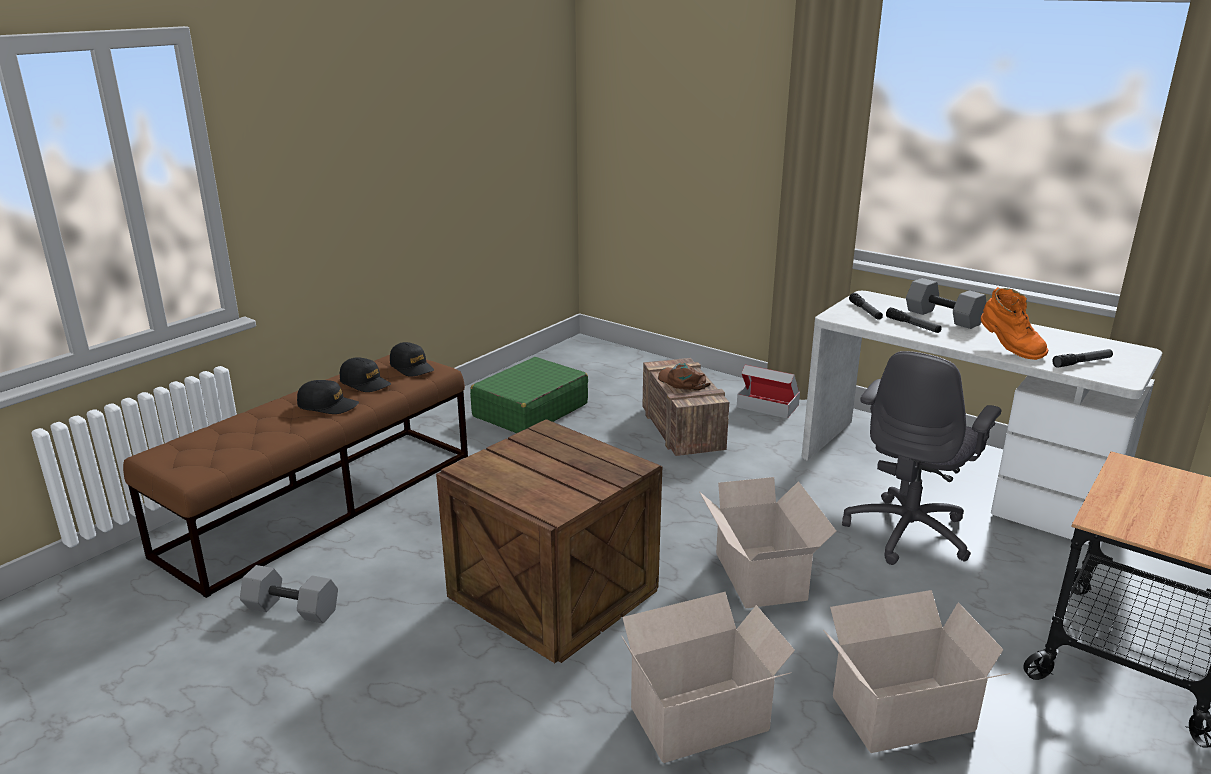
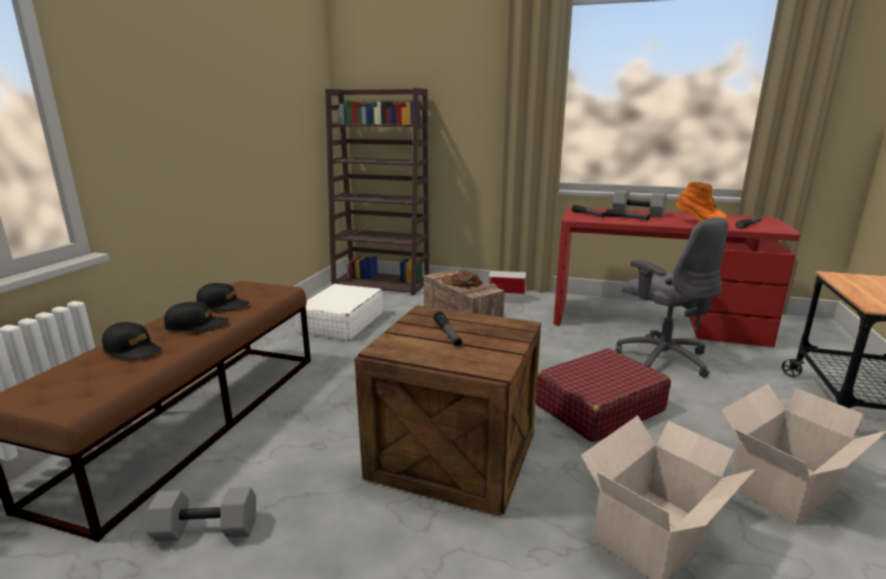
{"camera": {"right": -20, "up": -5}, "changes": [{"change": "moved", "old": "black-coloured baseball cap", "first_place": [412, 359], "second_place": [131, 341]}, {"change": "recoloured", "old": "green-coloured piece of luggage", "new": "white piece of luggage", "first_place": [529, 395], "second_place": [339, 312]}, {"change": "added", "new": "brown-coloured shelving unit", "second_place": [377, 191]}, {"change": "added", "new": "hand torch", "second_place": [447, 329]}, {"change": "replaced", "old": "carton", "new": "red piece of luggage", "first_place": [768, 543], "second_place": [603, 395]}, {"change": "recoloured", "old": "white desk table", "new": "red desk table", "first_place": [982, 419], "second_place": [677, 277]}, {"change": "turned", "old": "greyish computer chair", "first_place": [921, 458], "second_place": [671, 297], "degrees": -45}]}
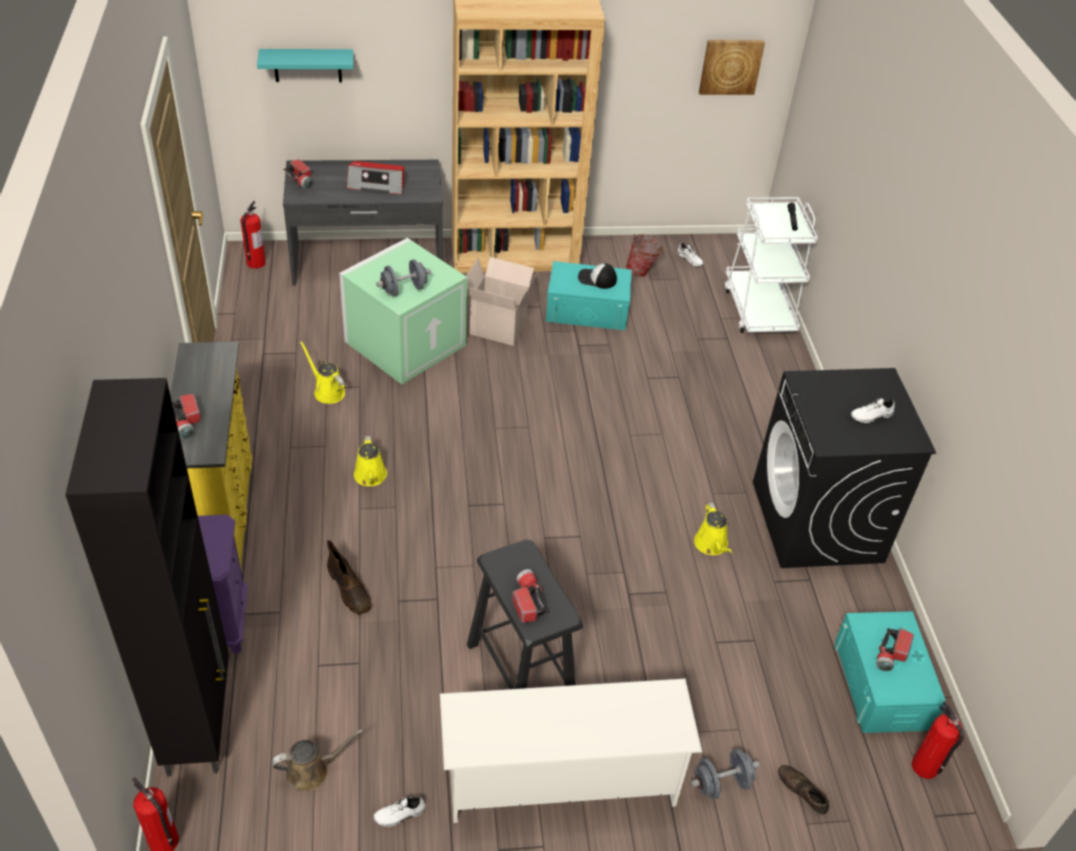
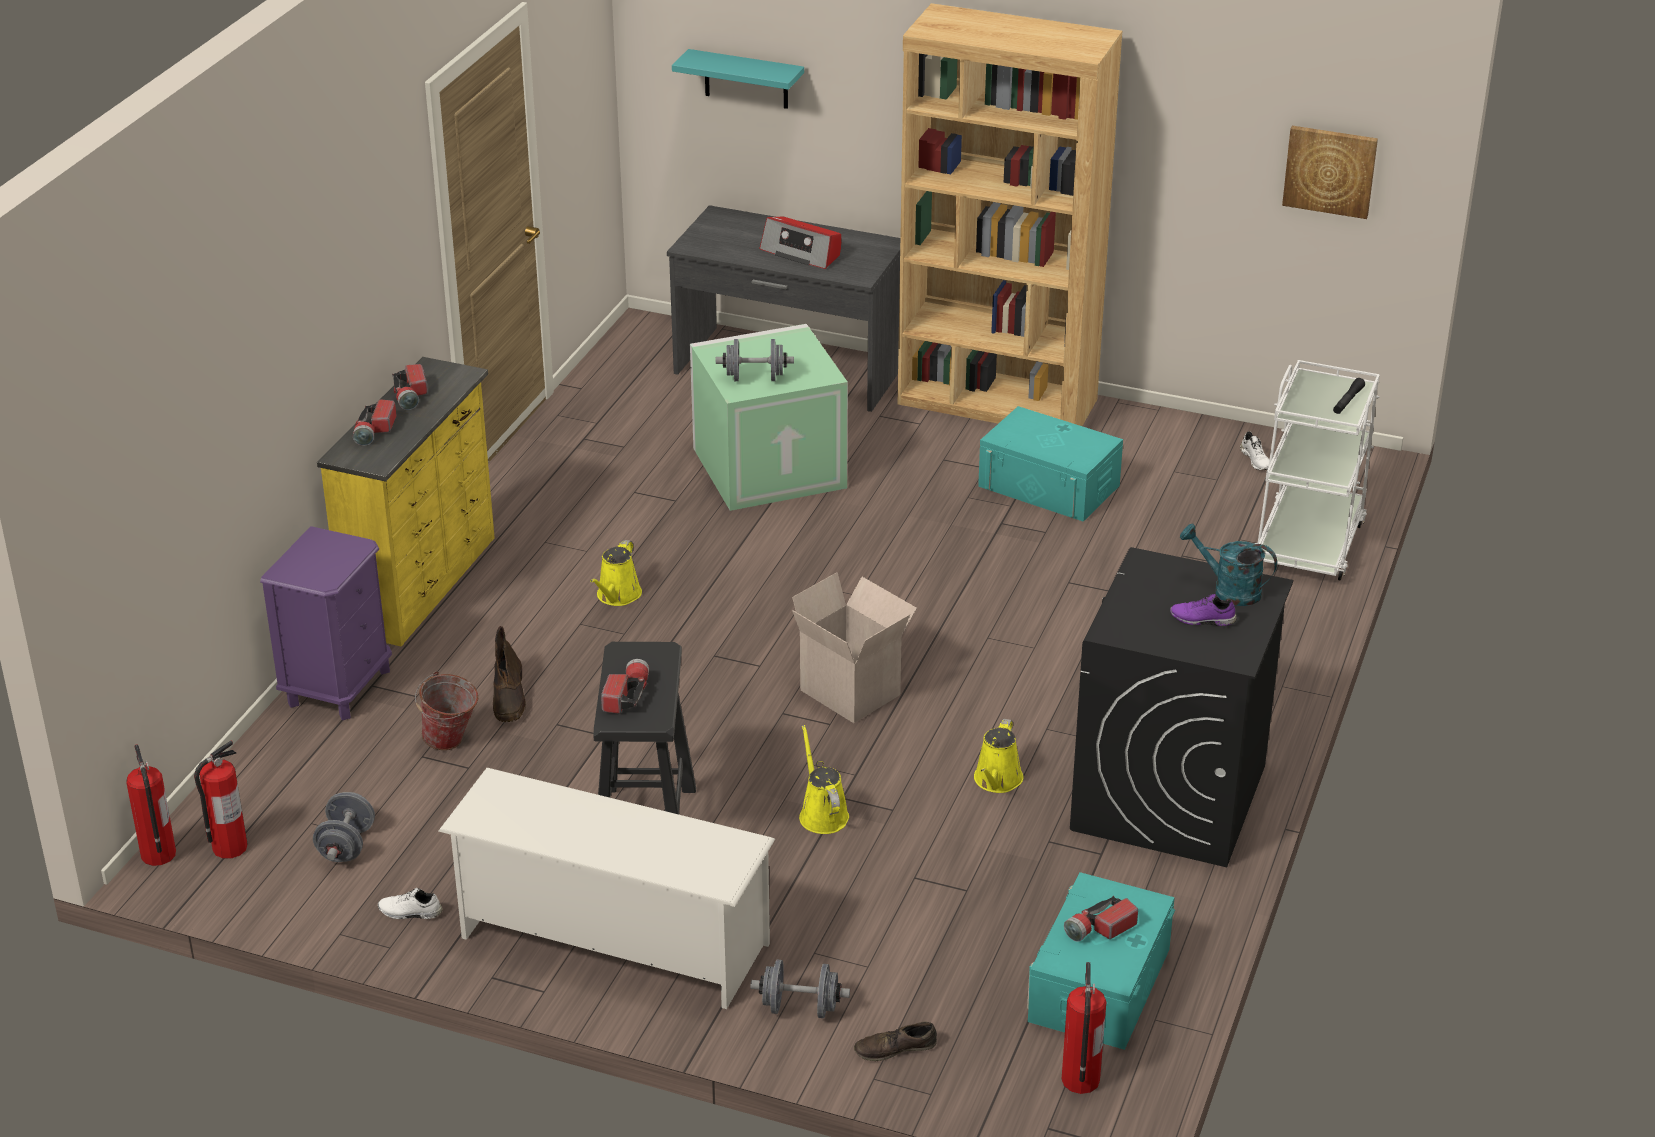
{"camera": {"right": 30, "up": -10}, "changes": [{"change": "moved", "old": "fire-fighting cylinder", "first_place": [253, 235], "second_place": [221, 799]}, {"change": "replaced", "old": "brown-coloured watering can", "new": "greyish hand weight", "first_place": [317, 760], "second_place": [344, 827]}, {"change": "moved", "old": "hand torch", "first_place": [298, 174], "second_place": [410, 387]}, {"change": "moved", "old": "pail", "first_place": [644, 255], "second_place": [446, 710]}, {"change": "moved", "old": "carton", "first_place": [501, 301], "second_place": [854, 647]}, {"change": "moved", "old": "yellow-coloured watering can", "first_place": [322, 372], "second_place": [824, 779]}, {"change": "turned", "old": "brown-coloured low shoe", "first_place": [803, 790], "second_place": [895, 1041], "degrees": -90}, {"change": "recoloured", "old": "white low shoe", "new": "purple low shoe", "first_place": [872, 410], "second_place": [1203, 610]}, {"change": "added", "new": "turquoise-coloured watering can", "second_place": [1228, 565]}, {"change": "removed", "old": "black-coloured cupboard", "first_place": [147, 577]}, {"change": "removed", "old": "baseball cap", "first_place": [597, 276]}]}
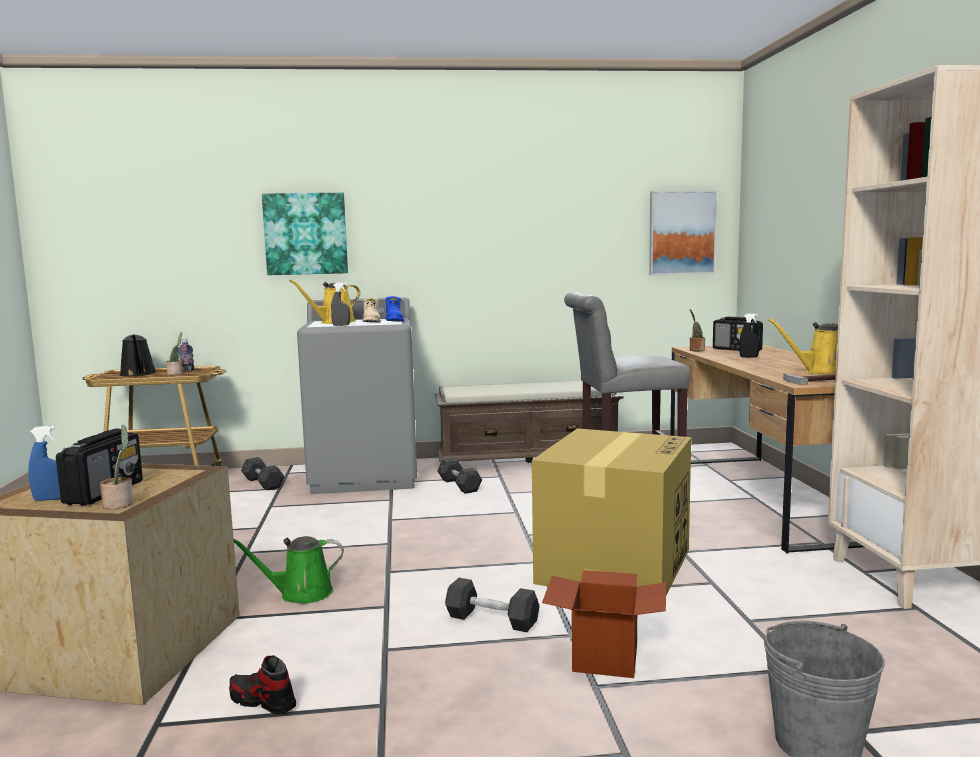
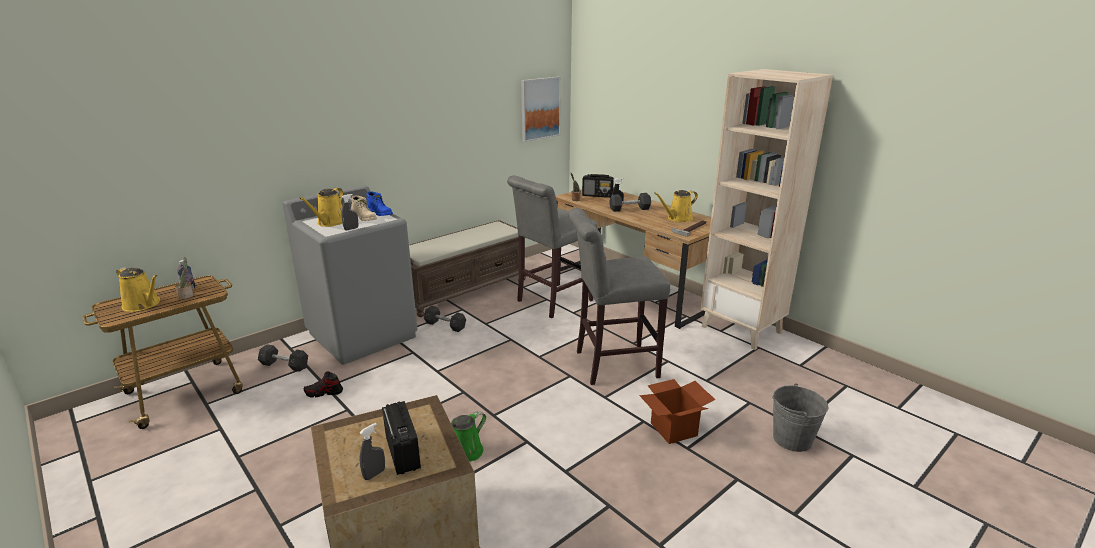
{"camera": {"right": -35, "up": 15}, "changes": [{"change": "recoloured", "old": "black-coloured watering can", "new": "yellow-coloured watering can", "first_place": [138, 355], "second_place": [138, 289]}, {"change": "moved", "old": "low shoe", "first_place": [262, 685], "second_place": [323, 384]}, {"change": "recoloured", "old": "blue-coloured hand sprayer", "new": "greyish hand sprayer", "first_place": [44, 463], "second_place": [372, 451]}, {"change": "replaced", "old": "carton", "new": "greyish sitting stool", "first_place": [611, 512], "second_place": [620, 296]}, {"change": "moved", "old": "greyish hand weight", "first_place": [492, 605], "second_place": [630, 202]}, {"change": "removed", "old": "plant in a pot", "first_place": [116, 467]}, {"change": "removed", "old": "wall picture", "first_place": [305, 234]}]}
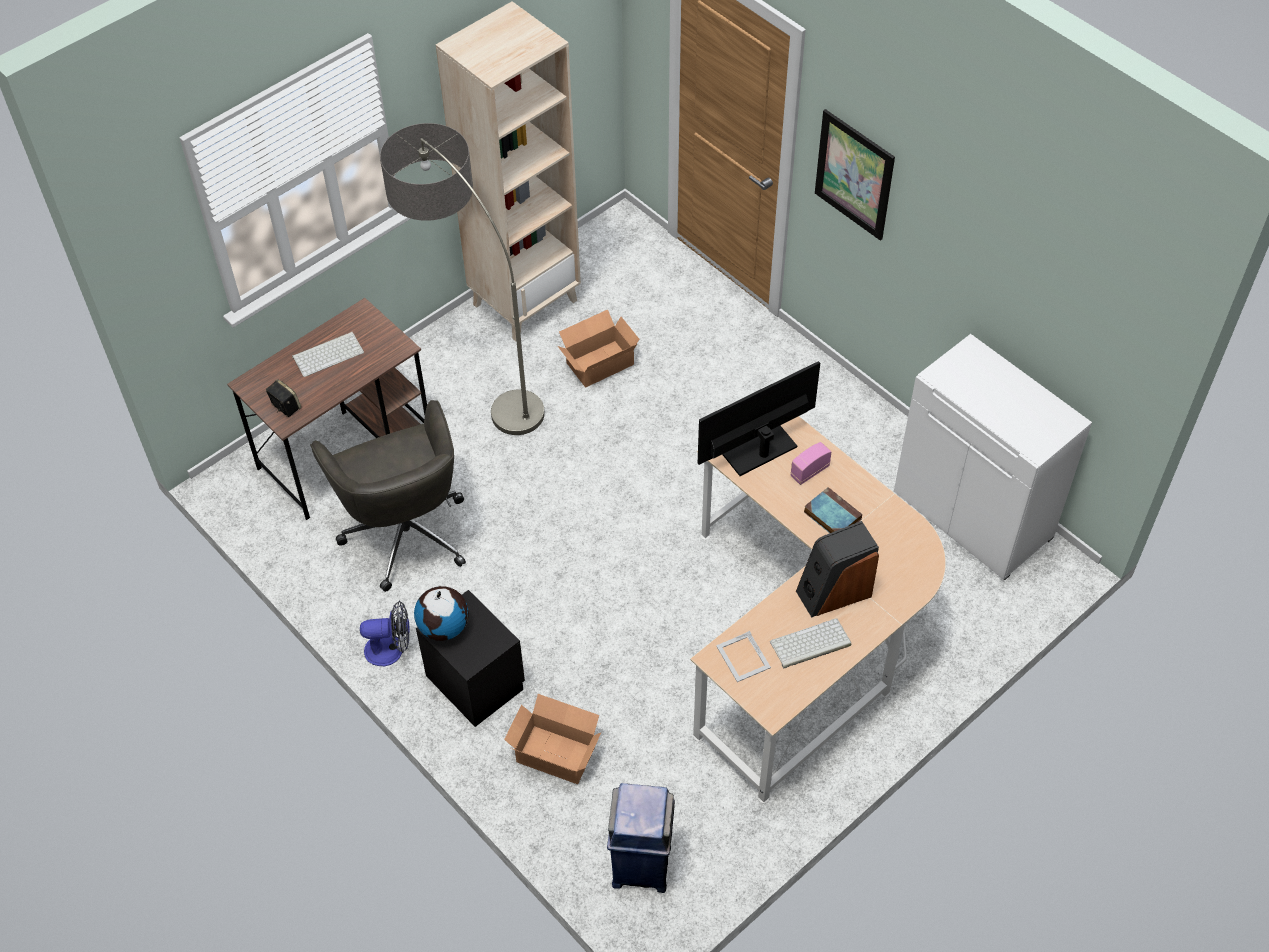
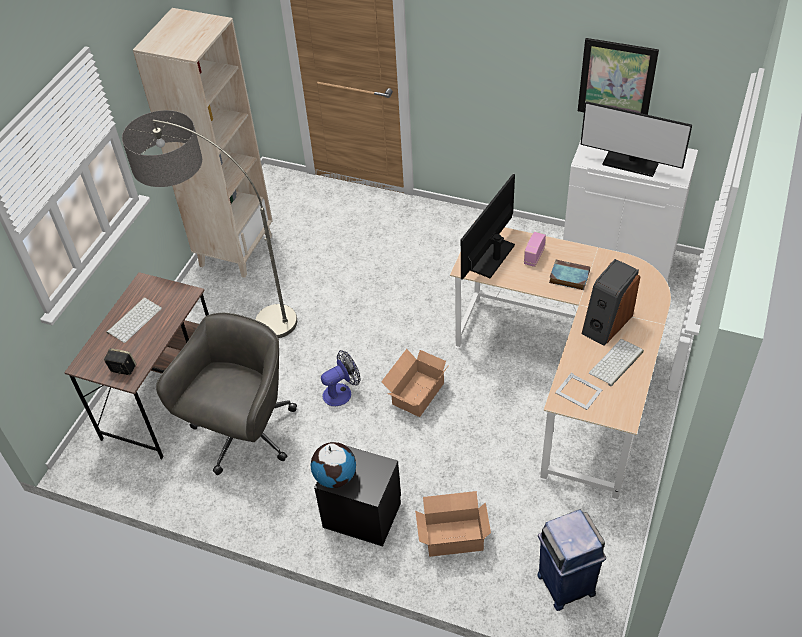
{"camera": {"right": -25, "up": -5}, "changes": [{"change": "turned", "old": "greyish computer chair", "first_place": [388, 496], "second_place": [226, 394], "degrees": -105}, {"change": "moved", "old": "cooling fan", "first_place": [385, 633], "second_place": [341, 378]}, {"change": "moved", "old": "carton", "first_place": [598, 348], "second_place": [414, 383]}, {"change": "moved", "old": "wall picture", "first_place": [855, 175], "second_place": [618, 76]}, {"change": "added", "new": "computer display", "second_place": [636, 139]}]}
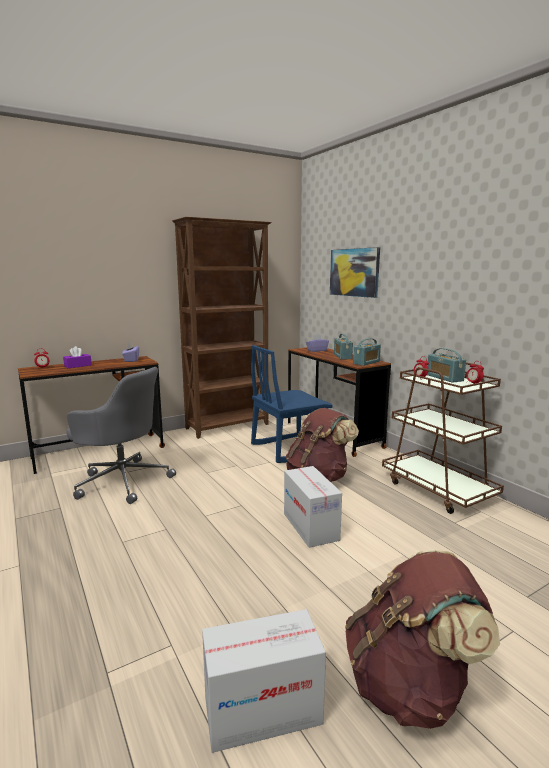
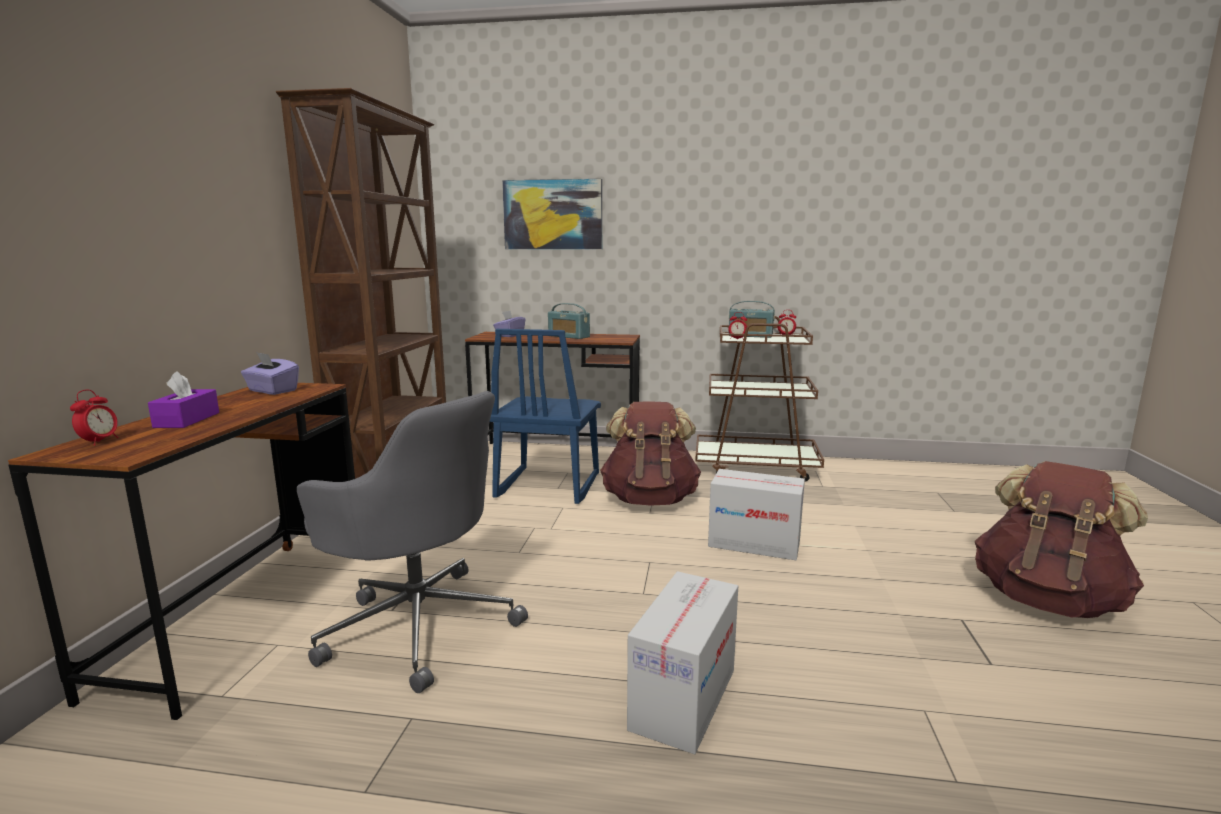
{"camera": {"right": -50, "up": 0}, "changes": [{"change": "turned", "old": "greyish computer chair", "first_place": [121, 435], "second_place": [412, 542], "degrees": 60}, {"change": "moved", "old": "carton", "first_place": [264, 681], "second_place": [682, 662]}, {"change": "removed", "old": "radio", "first_place": [367, 352]}]}
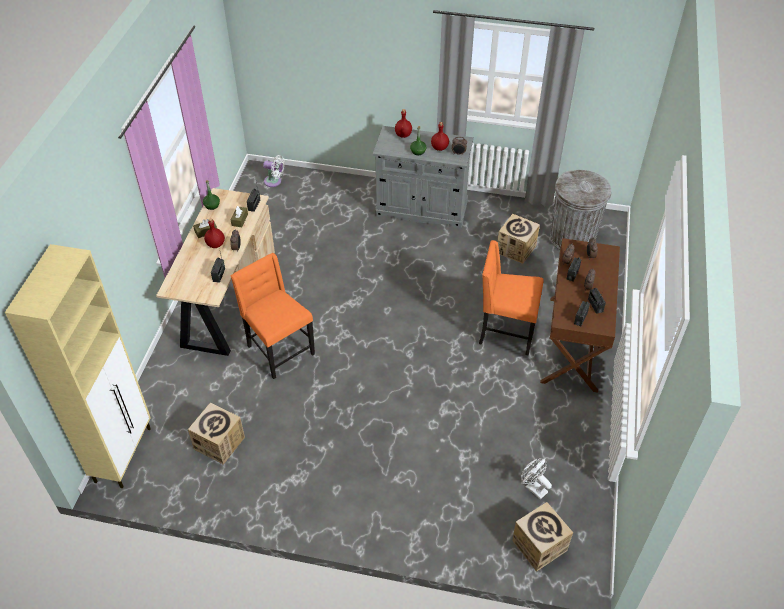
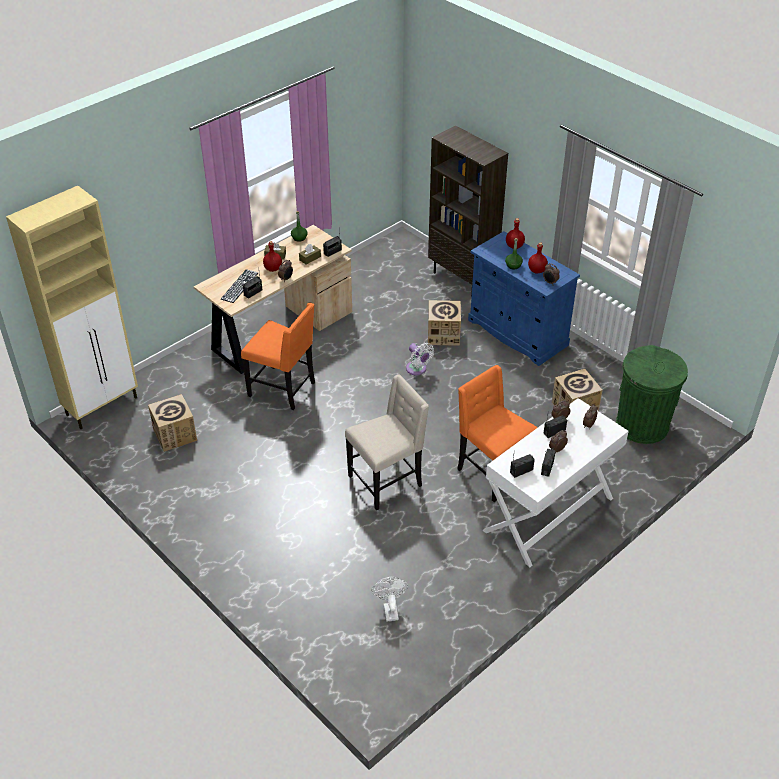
{"camera": {"right": 35, "up": -5}, "changes": [{"change": "added", "new": "keyboard", "second_place": [239, 286]}, {"change": "turned", "old": "orange-coloured plain chair", "first_place": [273, 316], "second_place": [278, 356], "degrees": 120}, {"change": "added", "new": "beige plain chair", "second_place": [387, 442]}, {"change": "moved", "old": "white cooling fan", "first_place": [274, 171], "second_place": [420, 359]}, {"change": "added", "new": "brown-coloured shelving unit", "second_place": [468, 211]}, {"change": "moved", "old": "carton", "first_place": [542, 537], "second_place": [444, 323]}, {"change": "recoloured", "old": "greyish cupboard", "new": "blue-coloured cupboard", "first_place": [423, 177], "second_place": [524, 298]}, {"change": "recoloured", "old": "brown-coloured desk table", "new": "white desk table", "first_place": [580, 315], "second_place": [555, 482]}, {"change": "recoloured", "old": "greyish rubbish bin", "new": "green-coloured rubbish bin", "first_place": [580, 210], "second_place": [652, 394]}]}
